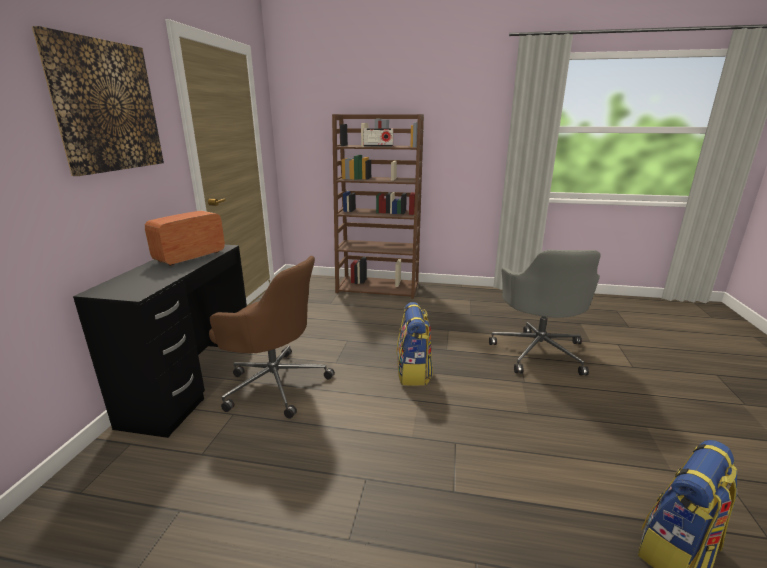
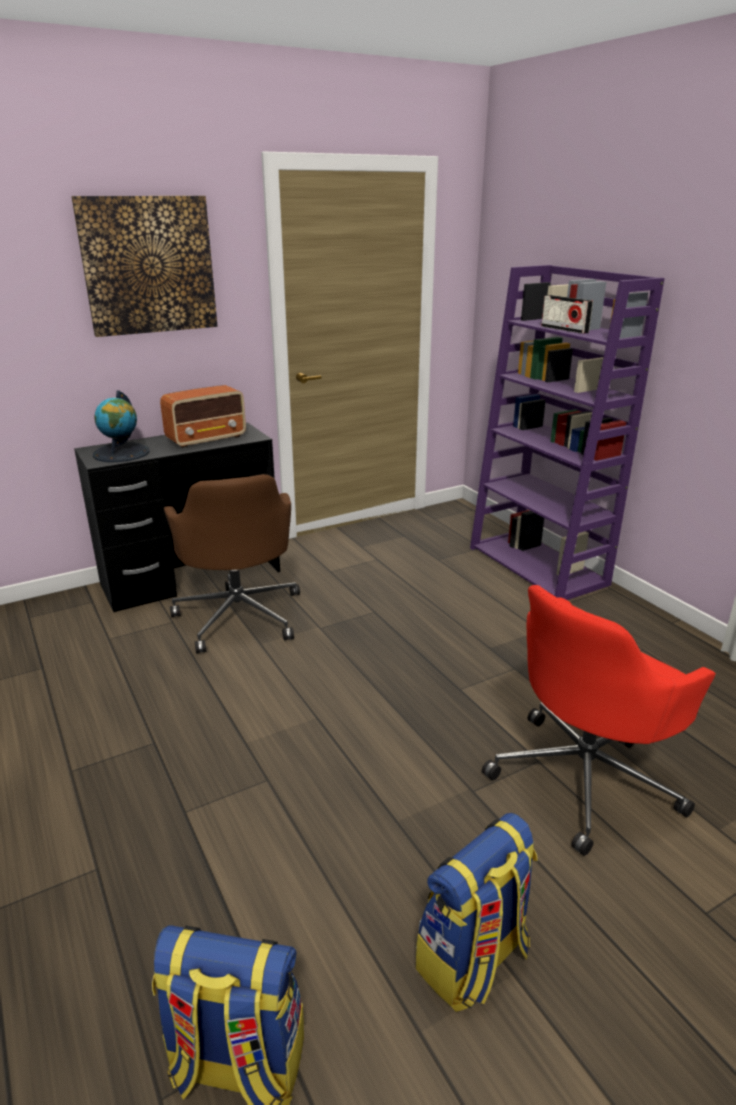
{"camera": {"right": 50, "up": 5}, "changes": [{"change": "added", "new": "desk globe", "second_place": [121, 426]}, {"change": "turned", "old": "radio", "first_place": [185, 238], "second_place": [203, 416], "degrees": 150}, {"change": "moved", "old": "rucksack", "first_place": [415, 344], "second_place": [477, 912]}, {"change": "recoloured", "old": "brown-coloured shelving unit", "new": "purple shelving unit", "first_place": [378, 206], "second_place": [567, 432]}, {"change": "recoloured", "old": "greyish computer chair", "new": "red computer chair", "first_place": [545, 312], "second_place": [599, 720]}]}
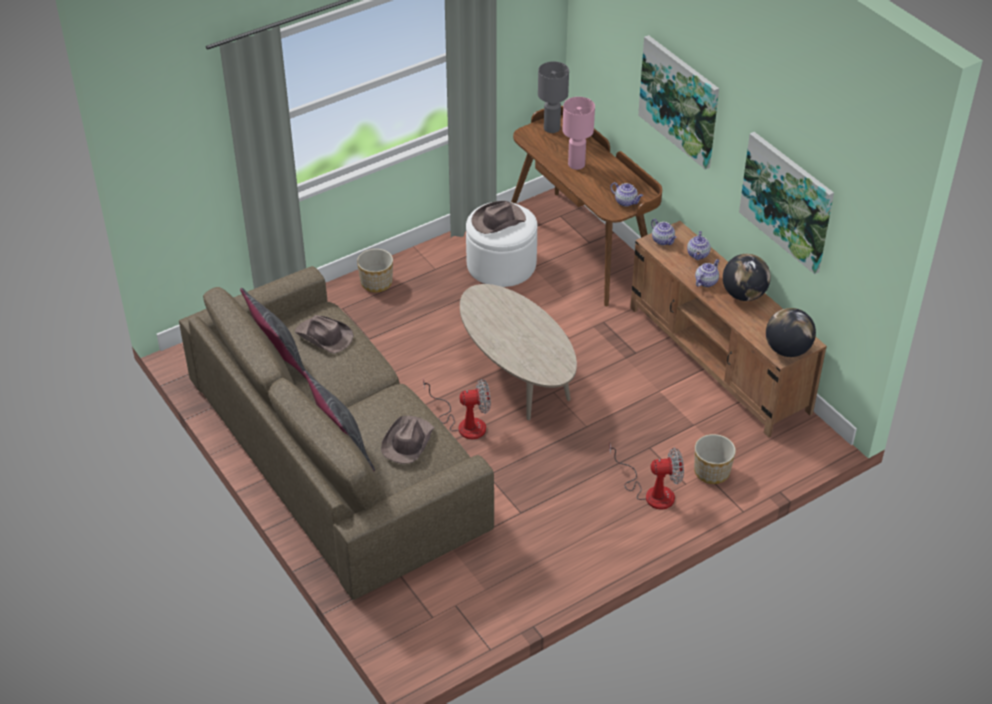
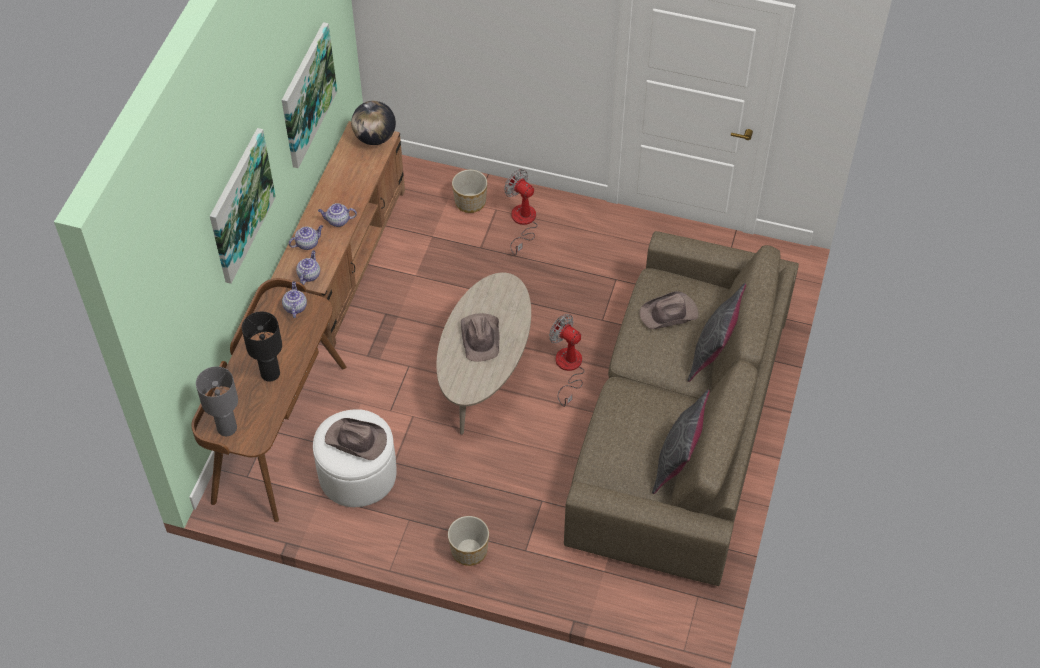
{"camera": {"right": -130, "up": 10}, "changes": [{"change": "recoloured", "old": "pink-coloured lamp for a table", "new": "black-coloured lamp for a table", "first_place": [578, 133], "second_place": [262, 346]}, {"change": "moved", "old": "brown-coloured hat", "first_place": [324, 334], "second_place": [479, 337]}, {"change": "removed", "old": "desk globe", "first_place": [747, 277]}]}
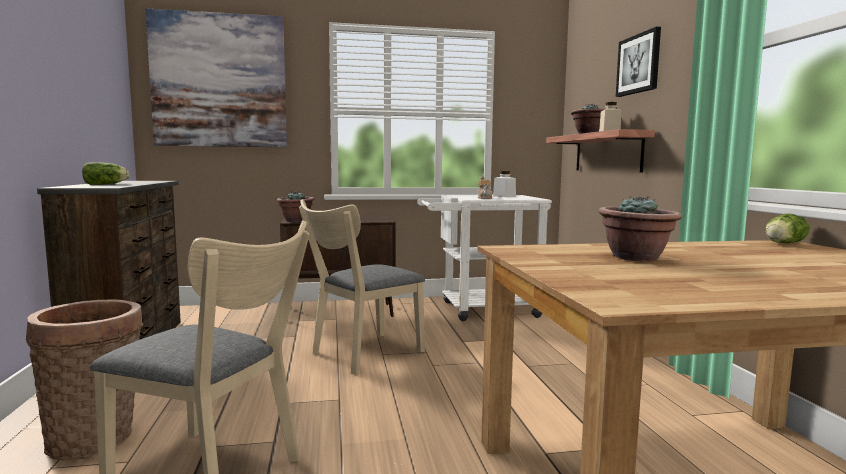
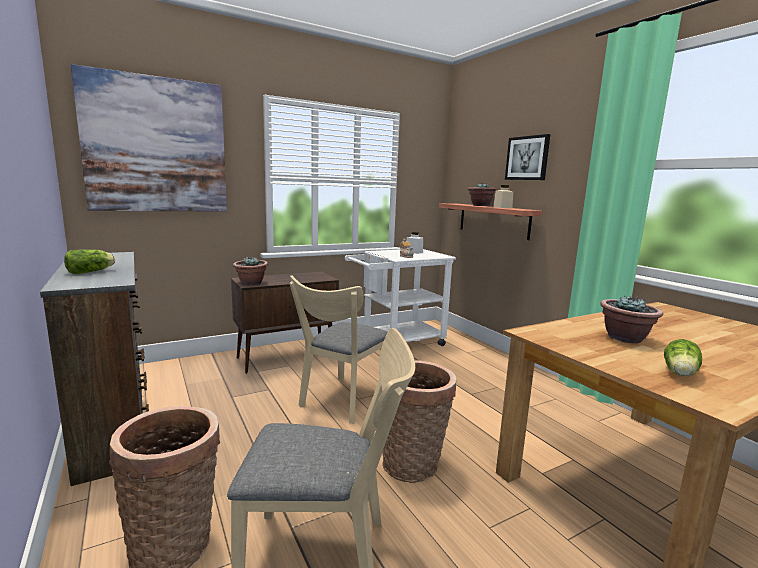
{"camera": {"right": -20, "up": 5}, "changes": [{"change": "added", "new": "household basket", "second_place": [419, 421]}, {"change": "moved", "old": "head of lettuce", "first_place": [787, 228], "second_place": [683, 358]}]}
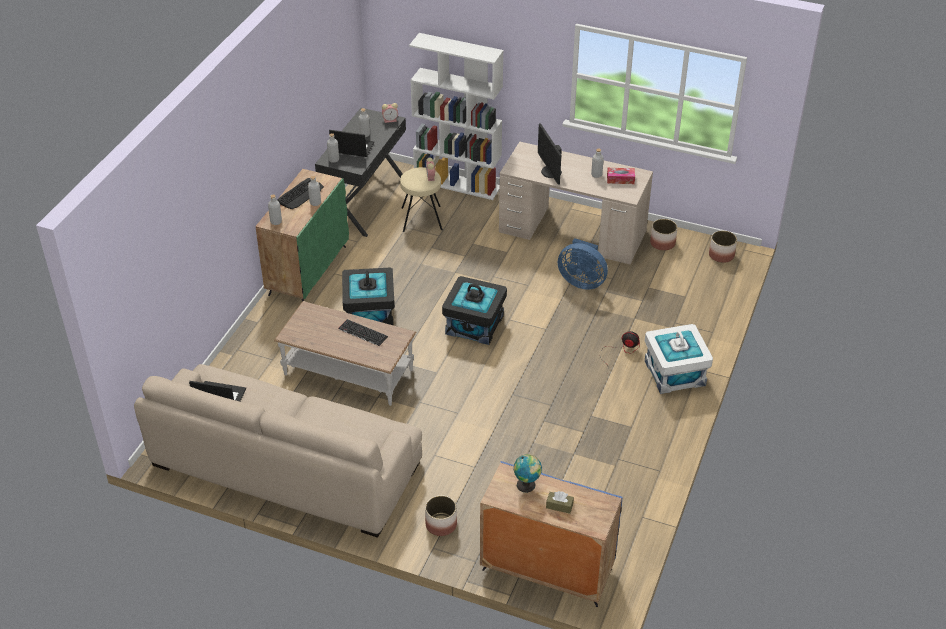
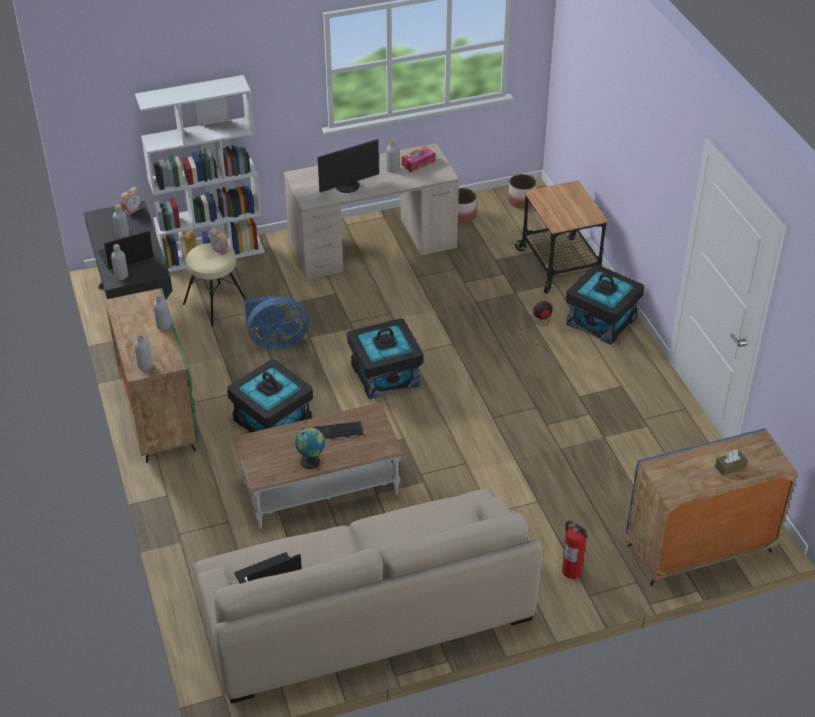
{"camera": {"right": -40, "up": 0}, "changes": [{"change": "moved", "old": "blue-coloured cooling fan", "first_place": [583, 264], "second_place": [276, 322]}, {"change": "moved", "old": "desk globe", "first_place": [528, 473], "second_place": [310, 448]}, {"change": "turned", "old": "computer display", "first_place": [550, 154], "second_place": [348, 166], "degrees": -60}, {"change": "added", "new": "cart", "second_place": [561, 237]}, {"change": "replaced", "old": "flower pot", "new": "fire-fighting cylinder", "first_place": [441, 515], "second_place": [575, 550]}, {"change": "recoloured", "old": "white storage container", "new": "black-coloured storage container", "first_place": [679, 359], "second_place": [605, 305]}, {"change": "removed", "old": "keyboard", "first_place": [300, 193]}]}
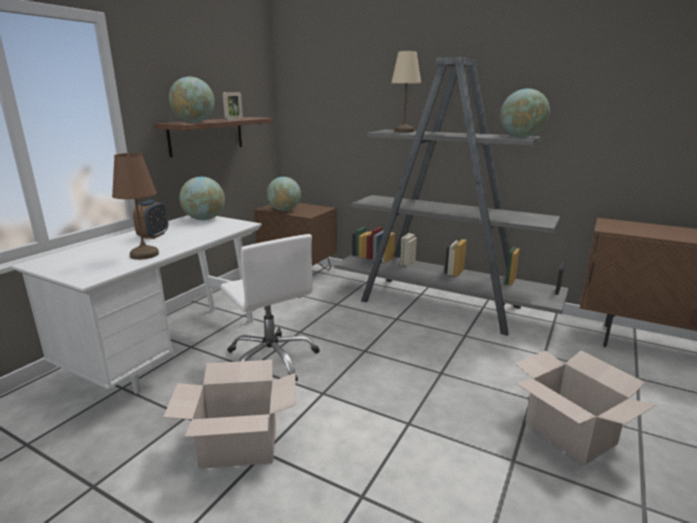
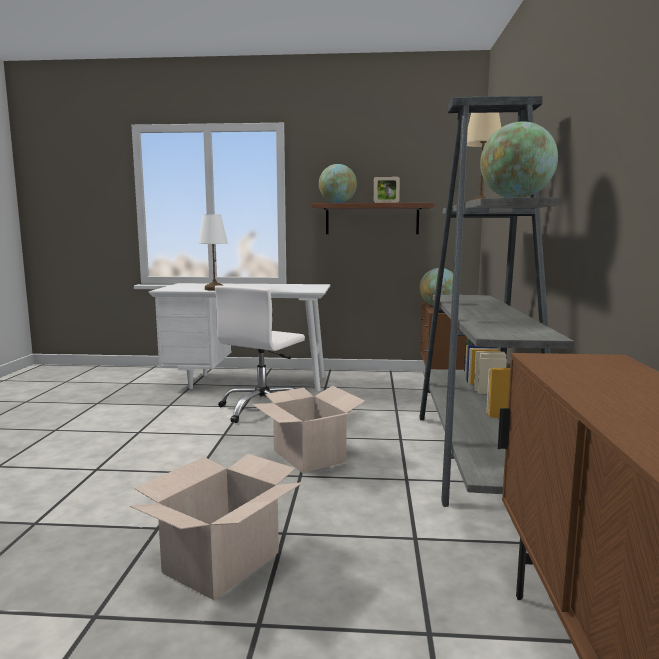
{"camera": {"right": 65, "up": -10}, "changes": [{"change": "recoloured", "old": "brown-coloured lamp for a table", "new": "white lamp for a table", "first_place": [135, 206], "second_place": [213, 252]}, {"change": "moved", "old": "carton", "first_place": [230, 414], "second_place": [309, 429]}, {"change": "removed", "old": "table clock", "first_place": [150, 219]}, {"change": "removed", "old": "desk globe", "first_place": [202, 198]}]}
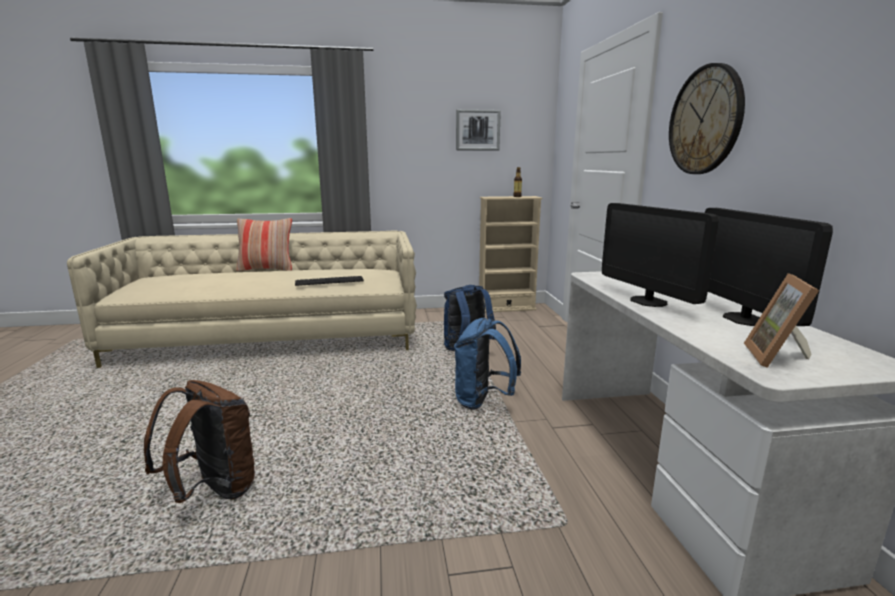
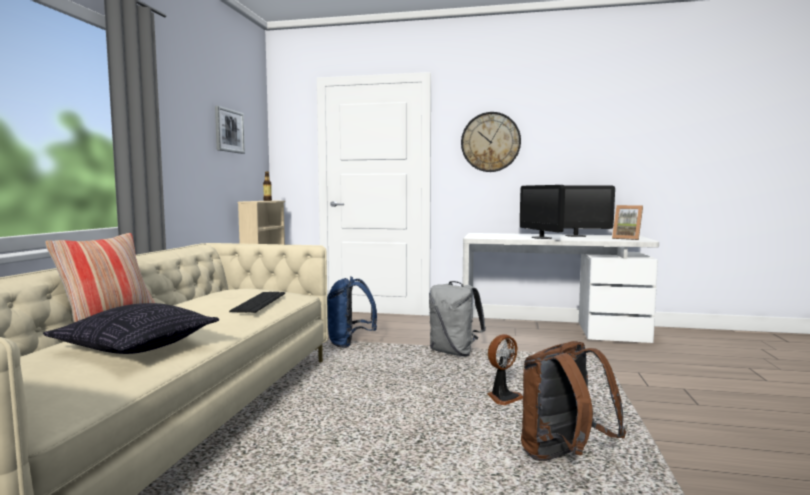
{"camera": {"right": -70, "up": -10}, "changes": [{"change": "added", "new": "pillow", "second_place": [131, 328]}, {"change": "recoloured", "old": "blue-coloured rucksack", "new": "greyish rucksack", "first_place": [487, 364], "second_place": [457, 318]}, {"change": "added", "new": "cooling fan", "second_place": [505, 369]}, {"change": "turned", "old": "computer display", "first_place": [660, 255], "second_place": [542, 212], "degrees": 75}]}
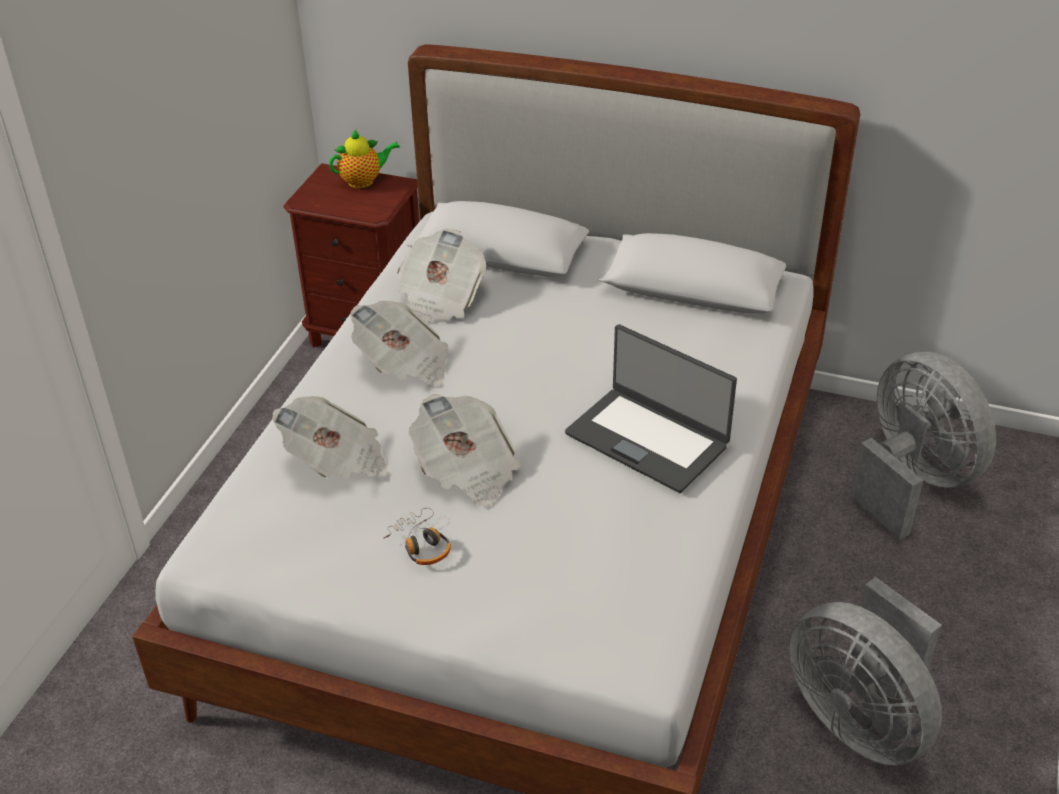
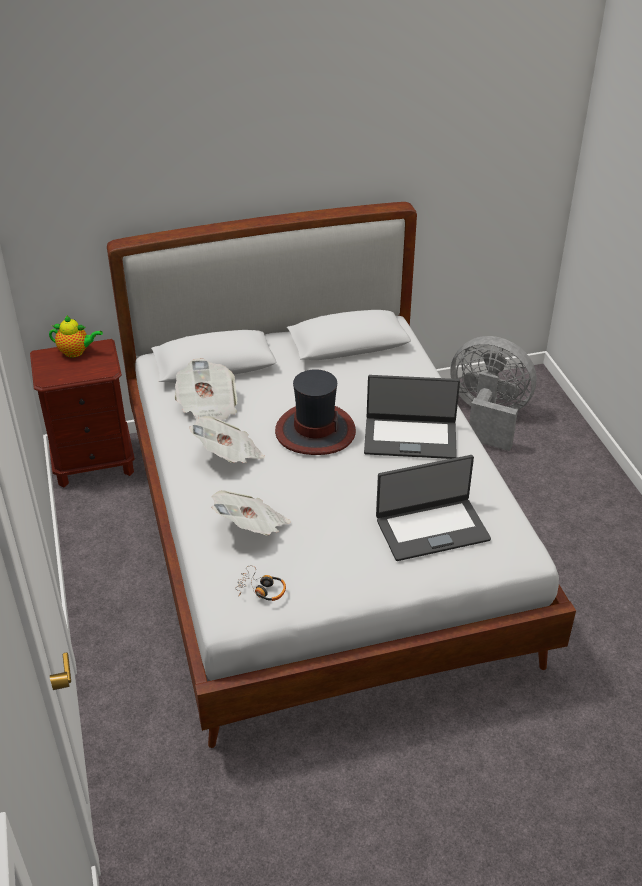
{"camera": {"right": -35, "up": 0}, "changes": [{"change": "turned", "old": "tea pot", "first_place": [364, 159], "second_place": [76, 336], "degrees": 60}, {"change": "moved", "old": "headset", "first_place": [417, 536], "second_place": [260, 583]}, {"change": "added", "new": "hat", "second_place": [315, 412]}, {"change": "added", "new": "portable computer", "second_place": [433, 508]}, {"change": "removed", "old": "daily paper", "first_place": [465, 450]}, {"change": "removed", "old": "greyish cooling fan", "first_place": [865, 671]}]}
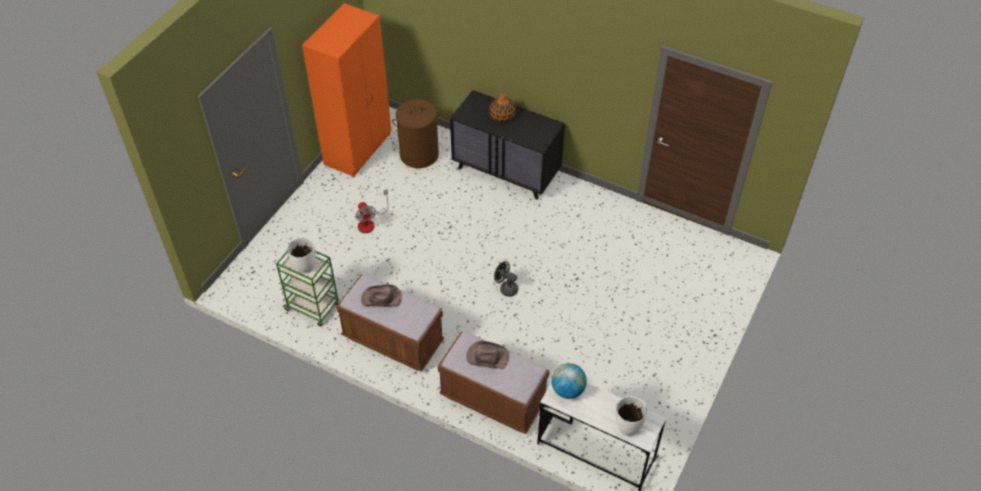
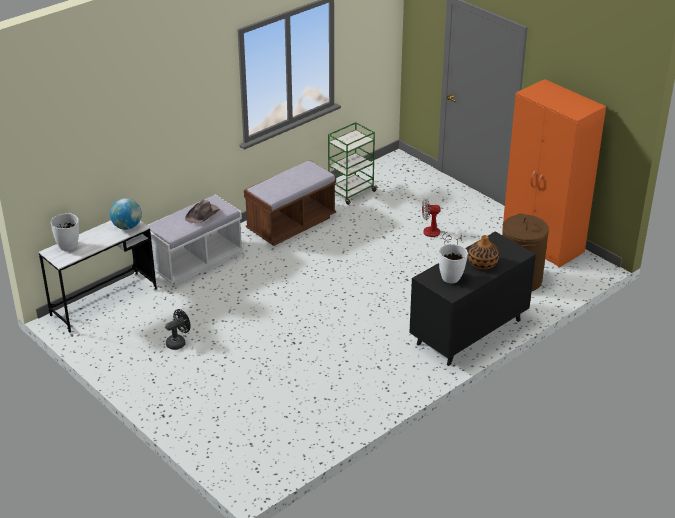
{"camera": {"right": 110, "up": -15}, "changes": [{"change": "recoloured", "old": "brown-coloured long seat", "new": "white long seat", "first_place": [493, 382], "second_place": [195, 239]}, {"change": "moved", "old": "black-coloured cooling fan", "first_place": [506, 279], "second_place": [178, 329]}, {"change": "moved", "old": "white flower vase", "first_place": [301, 255], "second_place": [453, 264]}, {"change": "removed", "old": "brown-coloured hat", "first_place": [381, 295]}]}
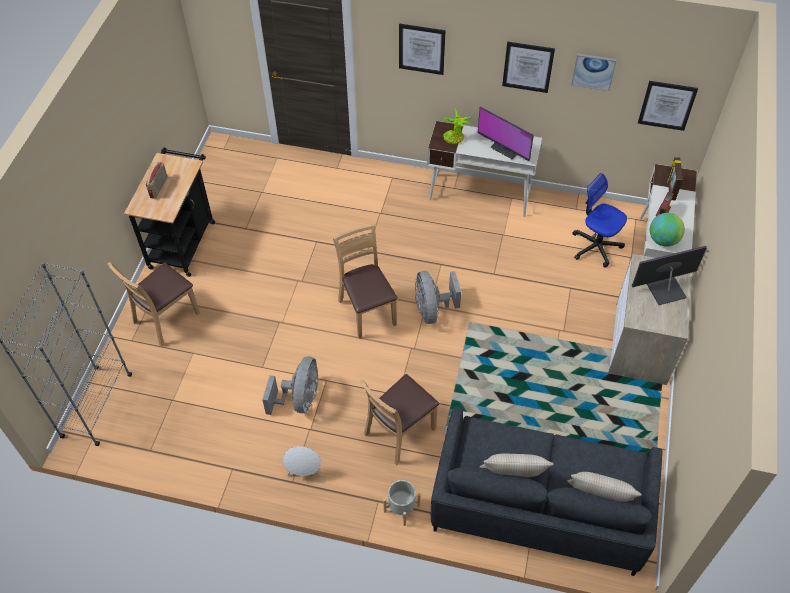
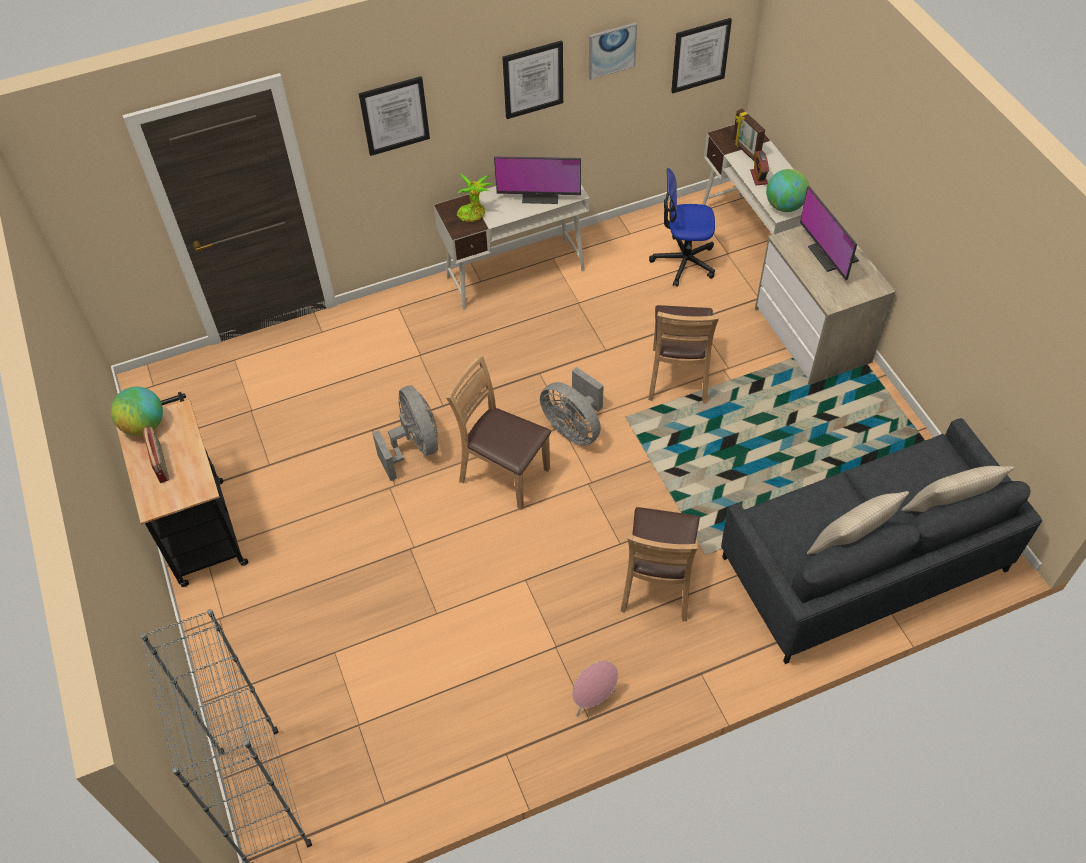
{"camera": {"right": -35, "up": 0}, "changes": [{"change": "added", "new": "desk globe", "second_place": [137, 411]}, {"change": "moved", "old": "greyish cooling fan", "first_place": [290, 385], "second_place": [405, 433]}, {"change": "recoloured", "old": "white audio speaker", "new": "pink-coloured audio speaker", "first_place": [301, 461], "second_place": [595, 688]}, {"change": "moved", "old": "brown-coloured plain chair", "first_place": [154, 304], "second_place": [683, 354]}, {"change": "turned", "old": "computer display", "first_place": [669, 275], "second_place": [829, 233], "degrees": -60}, {"change": "removed", "old": "greyish flower pot", "first_place": [402, 503]}]}
